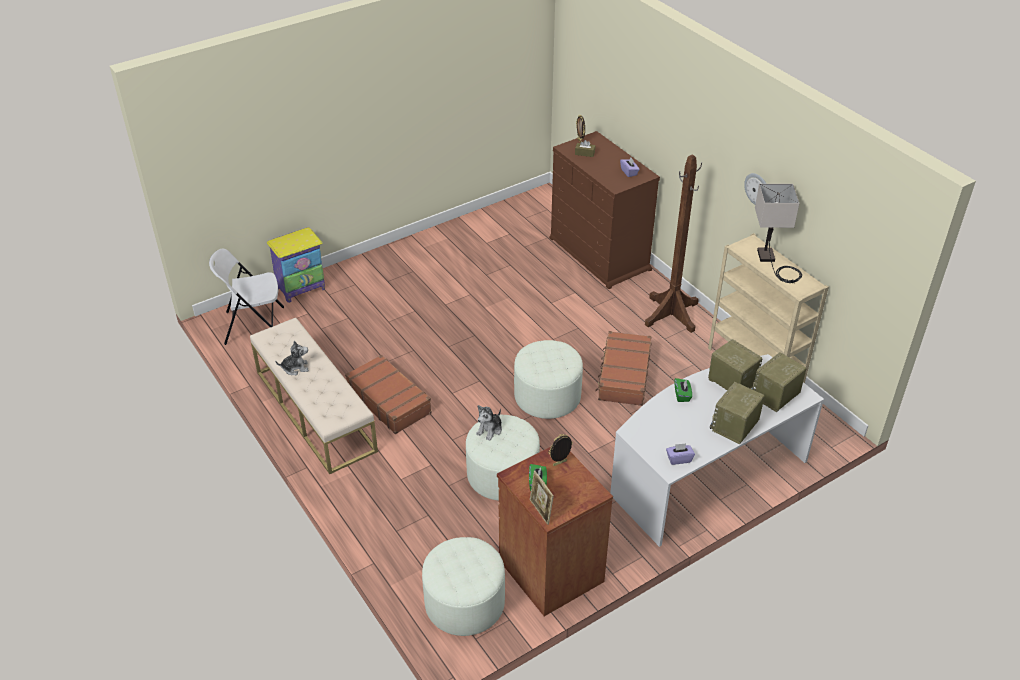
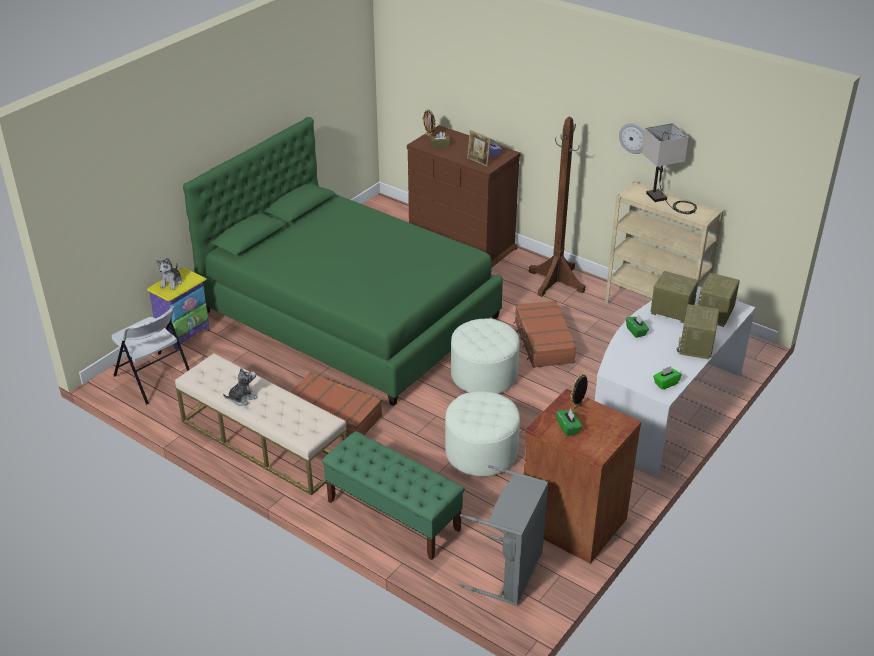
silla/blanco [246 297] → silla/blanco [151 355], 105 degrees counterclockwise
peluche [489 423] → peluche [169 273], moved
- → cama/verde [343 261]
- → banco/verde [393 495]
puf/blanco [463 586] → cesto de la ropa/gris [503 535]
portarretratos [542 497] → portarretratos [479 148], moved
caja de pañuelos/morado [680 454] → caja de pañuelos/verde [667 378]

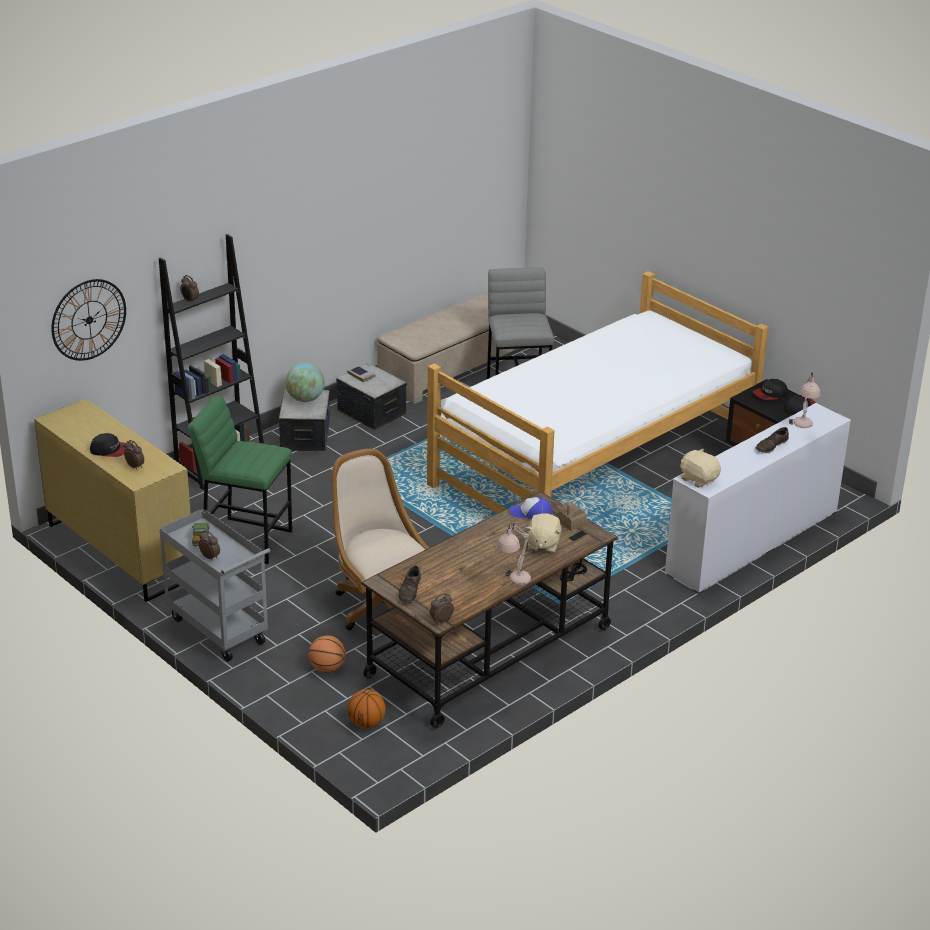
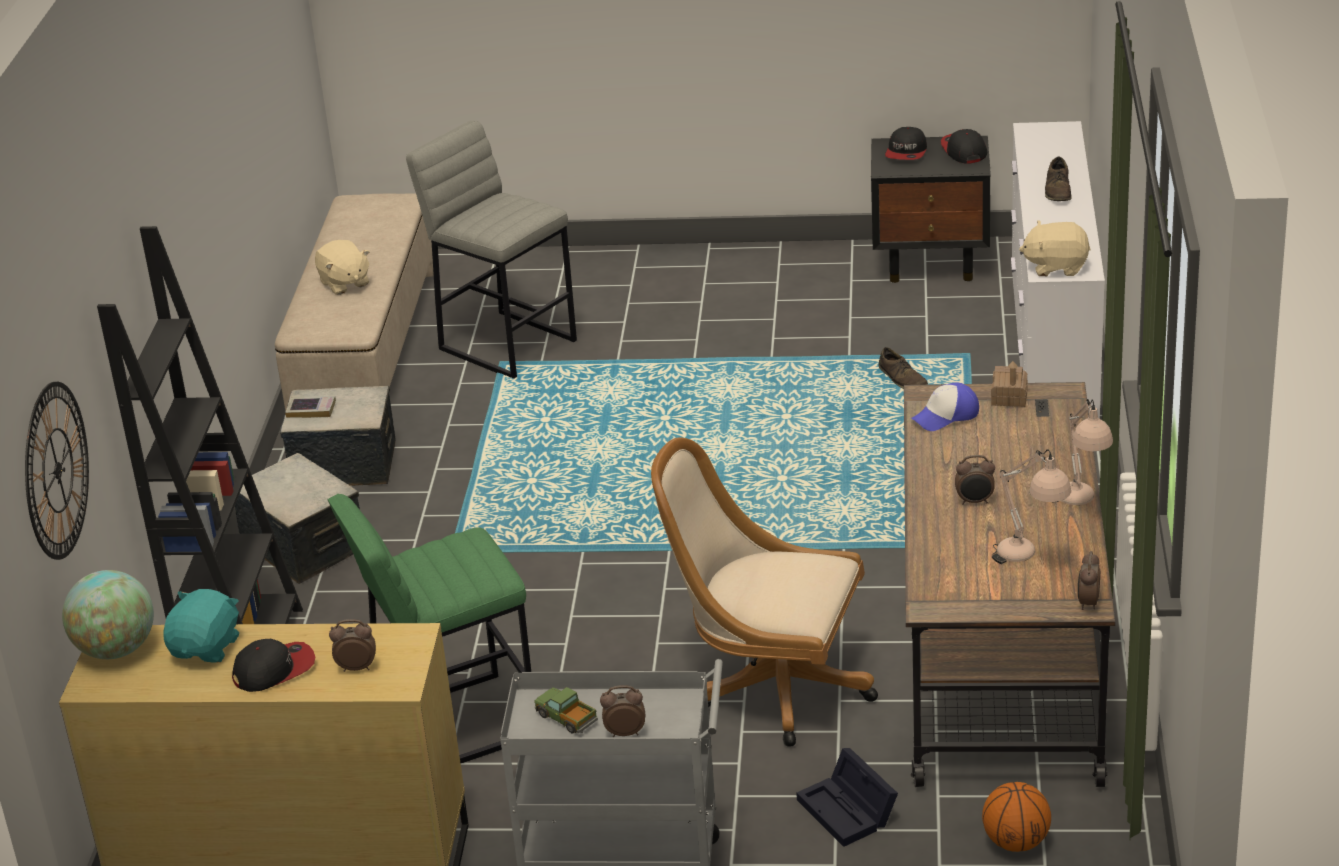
globo terráqueo [305 382] → globo terráqueo [108 614], moved
- → peluche/turquesa [201 626]
peluche/beis [543 533] → peluche/beis [342 267], moved
balón de baloncesto [327 654] → caja de almacenaje/negro [847 797]
zapato/marrón [409 584] → zapato/marrón [903 368], moved
despertador [189 289] → despertador [975 480], moved
lámpara de mesa/beis [804 400] → lámpara de mesa/beis [1031 506], moved
cama [598 392] → -

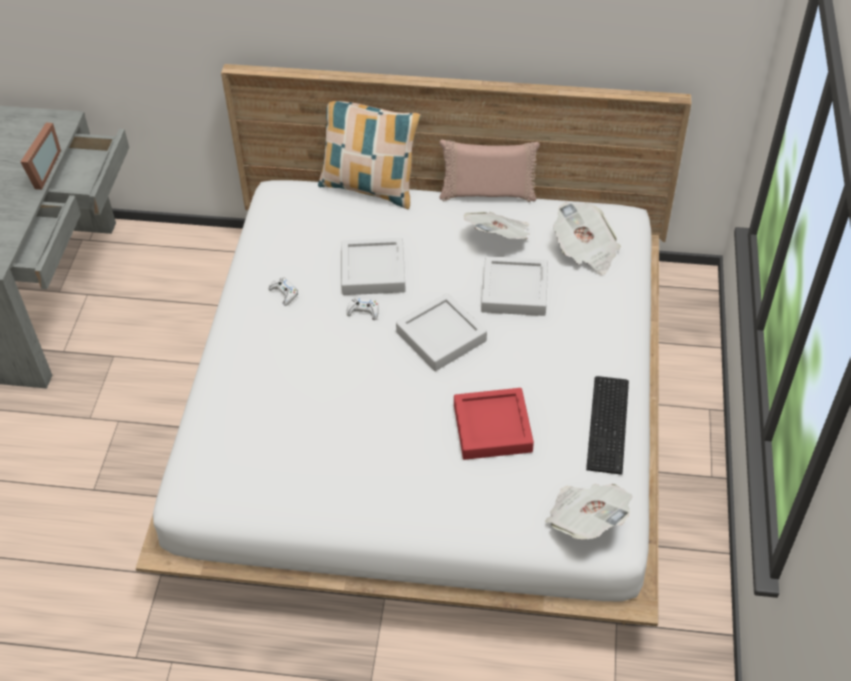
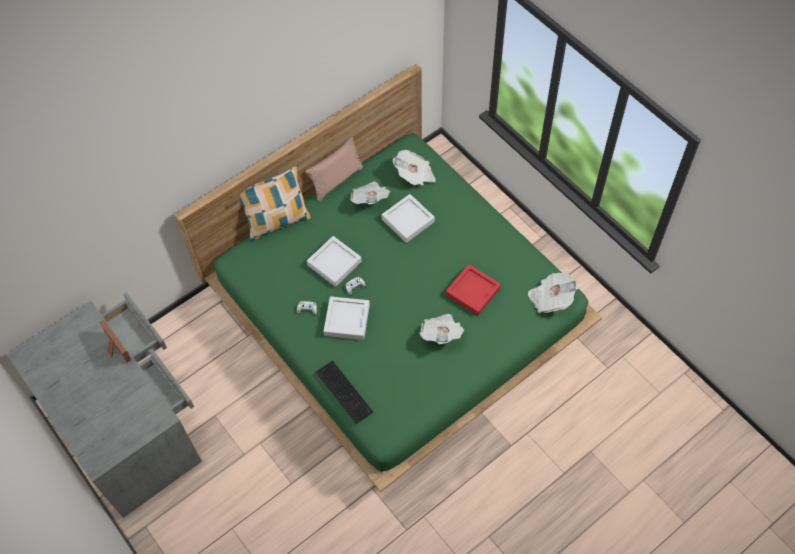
cama/blanco [413 345] → cama/verde [388 278]
teclado [607 425] → teclado [344 392], moved
bandeja/gris [441 332] → bandeja/gris [346 318], moved
- → periódico [441 329]

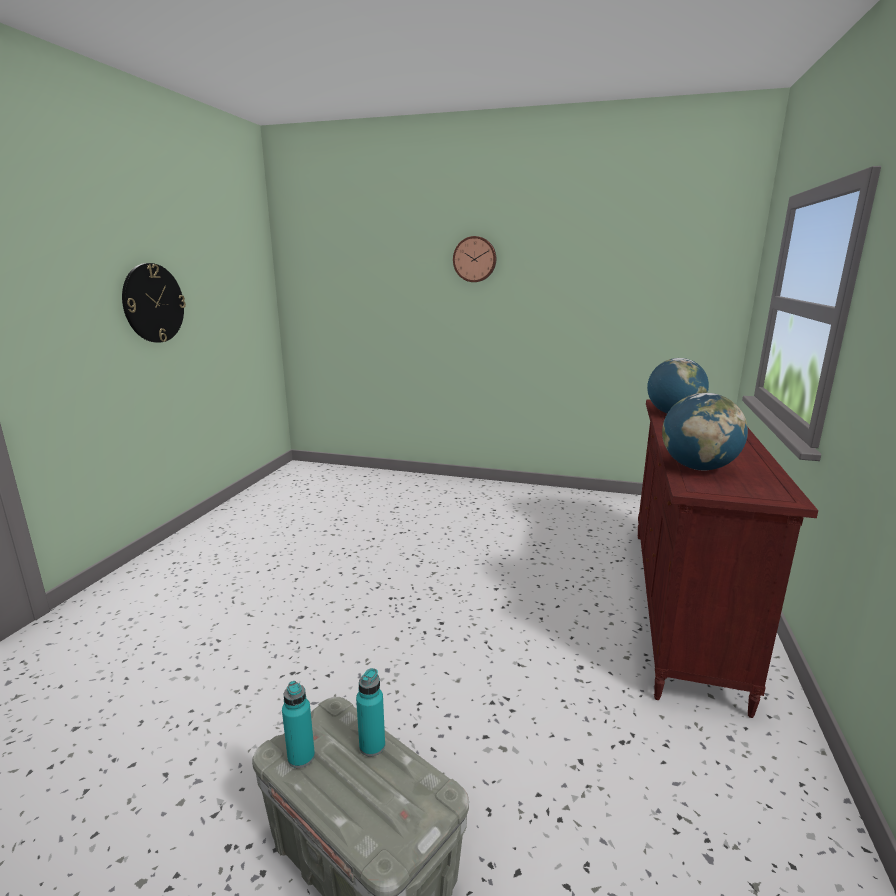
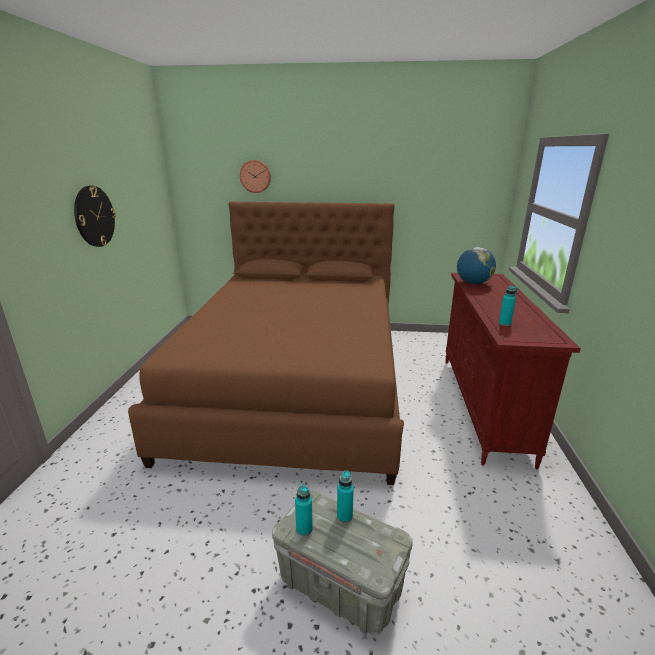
- → cama/marrón [266 343]
reloj de pared [474 259] → reloj de pared [255 176], moved
globo terráqueo [705 431] → botella/turquesa [508 306]

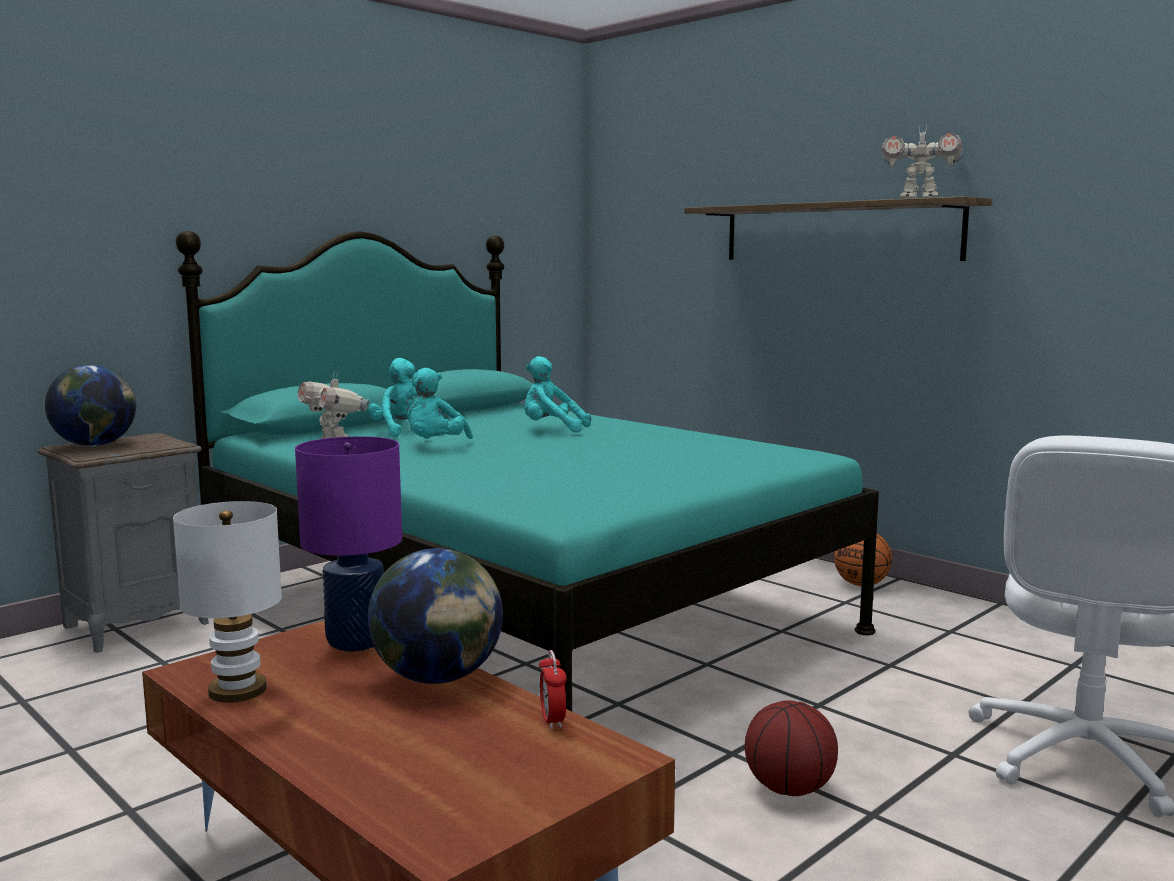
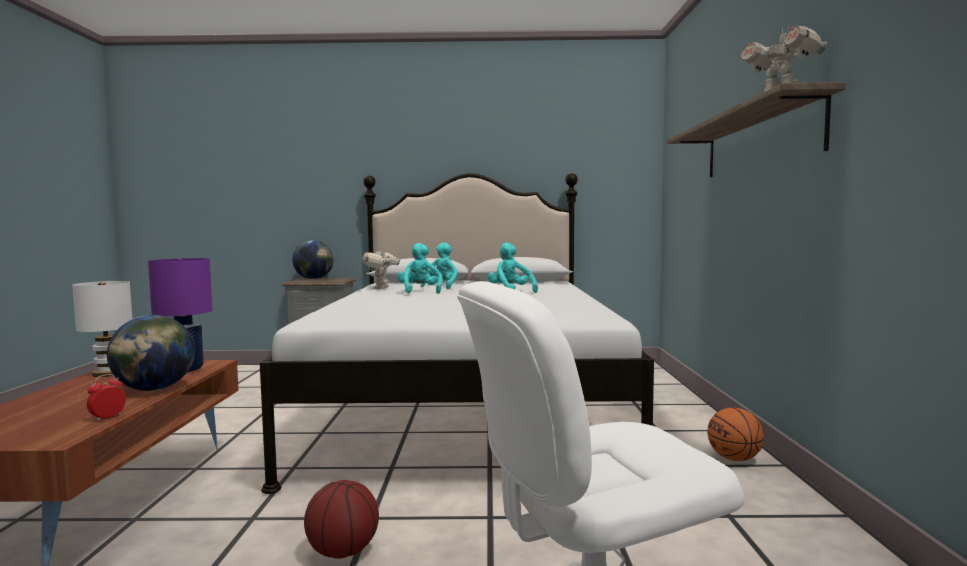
cama/turquesa [527 471] → cama/blanco [457 333]
peluche/turquesa [440 403] → peluche/turquesa [420 268], 105 degrees clockwise

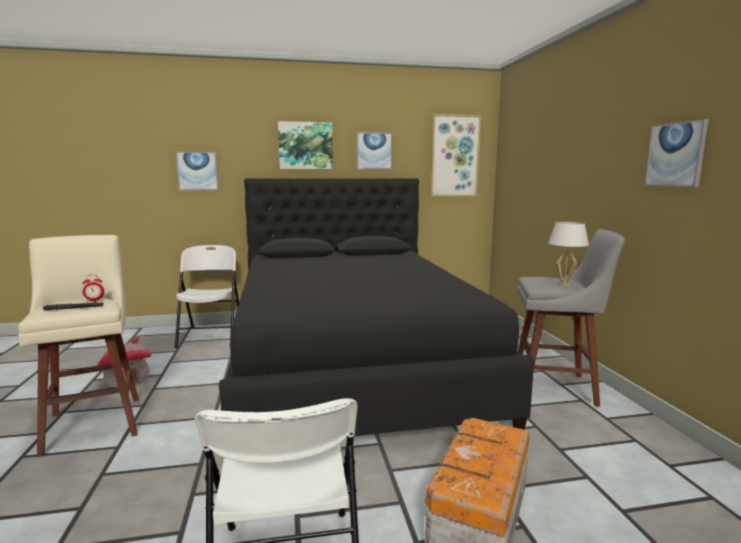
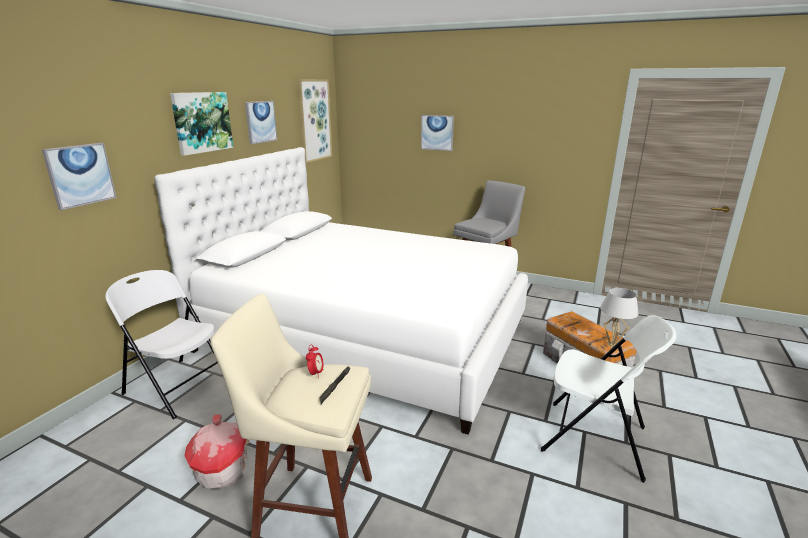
cama/negro [377 307] → cama/blanco [341 290]
cuadro [676 153] → cuadro [437 133], moved
lámpara de mesa/blanco [568 254] → lámpara de mesa/blanco [619 317], moved

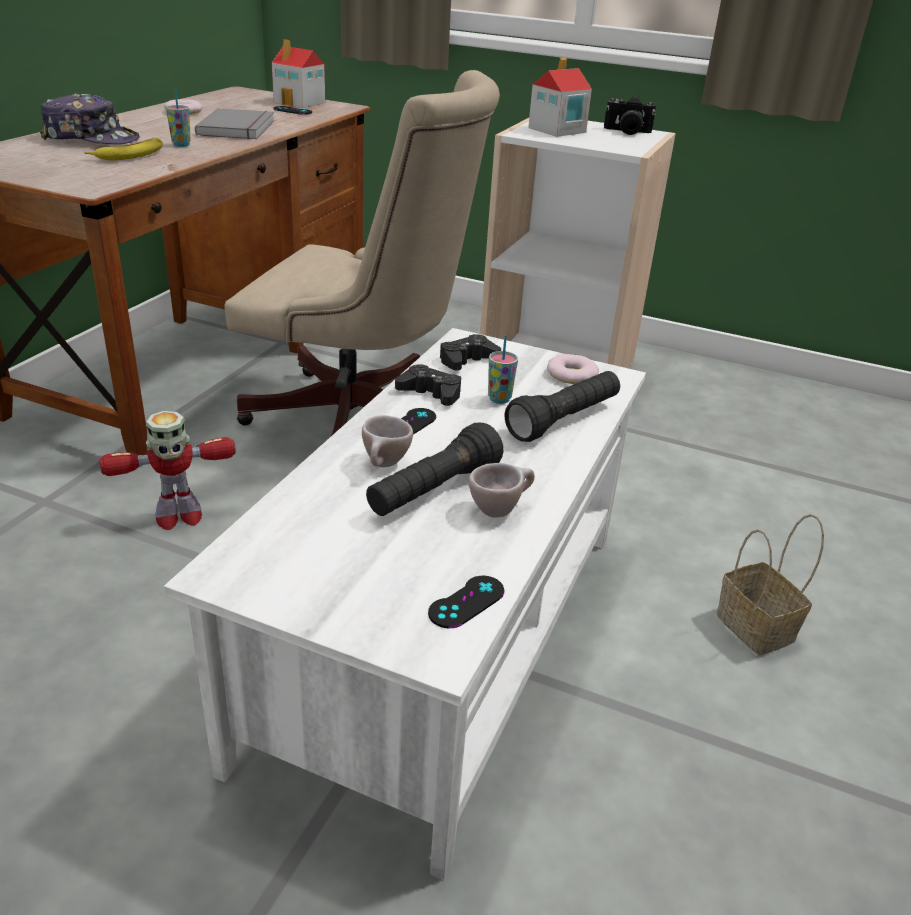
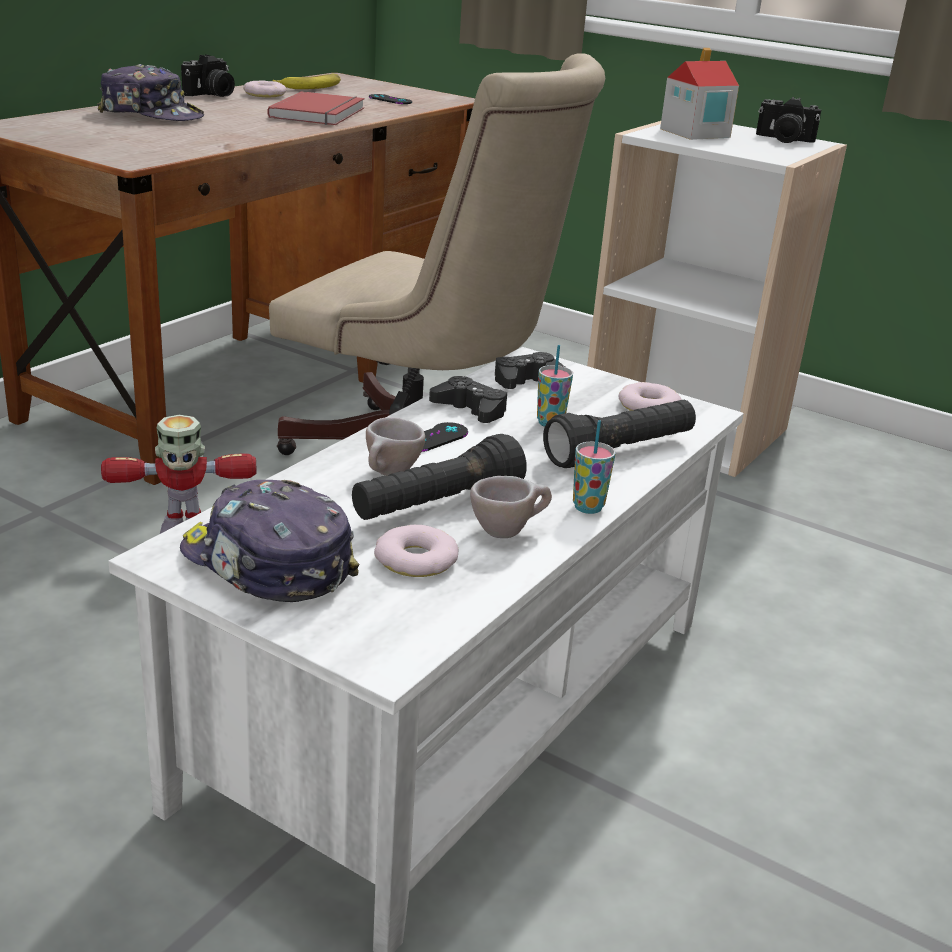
- → gorra [270 541]
- → cámara [208 75]
libro/gris [234 123] → libro/rojo [315 108]
plátano [123 148] → plátano [307 81], moved
- → rosquilla [416 551]
taza [178 117] → taza [594 467], moved
casita [298 73] → -
mando de consola/negro [466 602] → -
cesta [770 584] → -

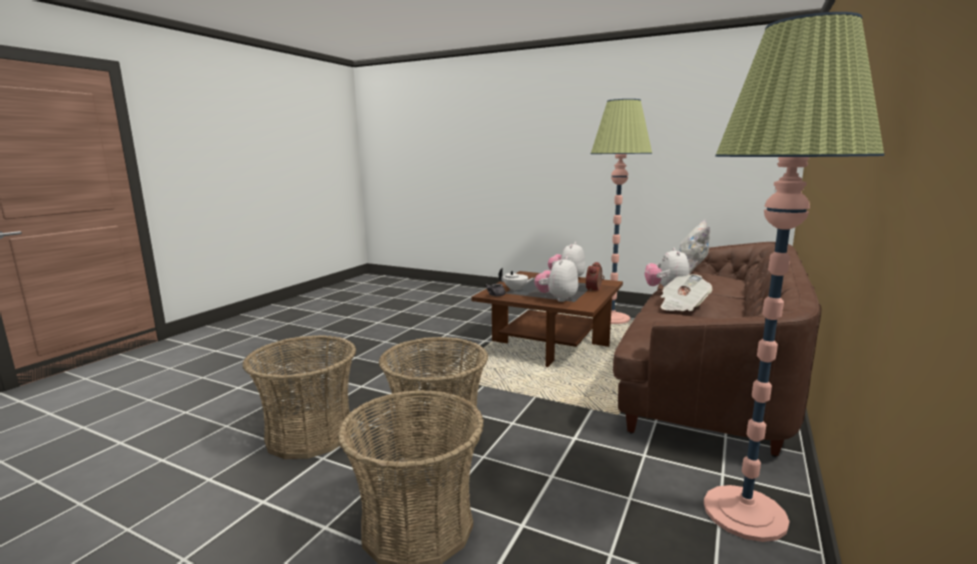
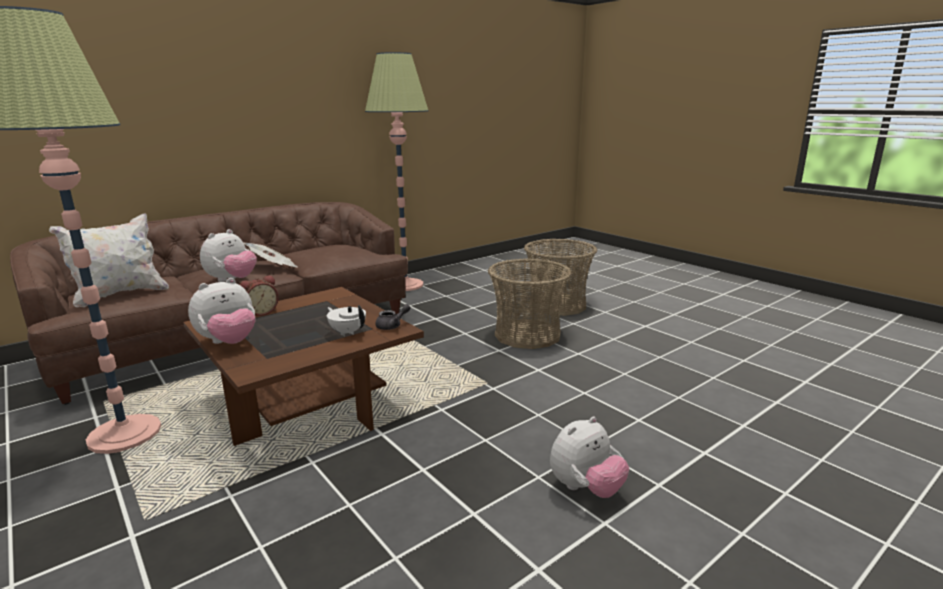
peluche [556 279] → peluche [589 457], moved
cesta [299 397] → -

